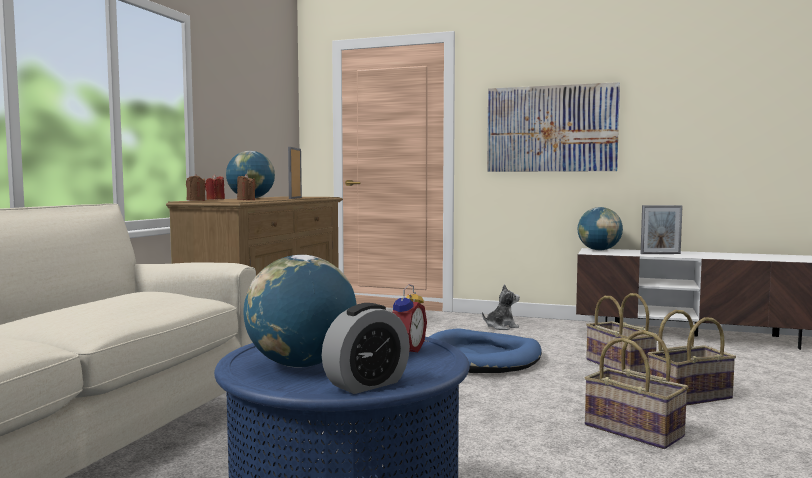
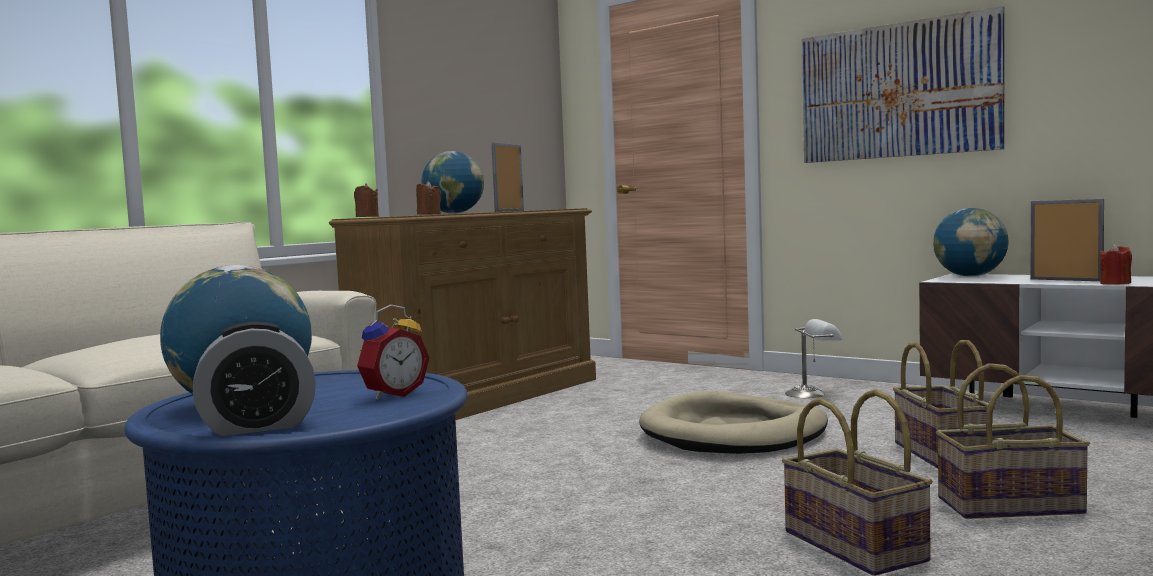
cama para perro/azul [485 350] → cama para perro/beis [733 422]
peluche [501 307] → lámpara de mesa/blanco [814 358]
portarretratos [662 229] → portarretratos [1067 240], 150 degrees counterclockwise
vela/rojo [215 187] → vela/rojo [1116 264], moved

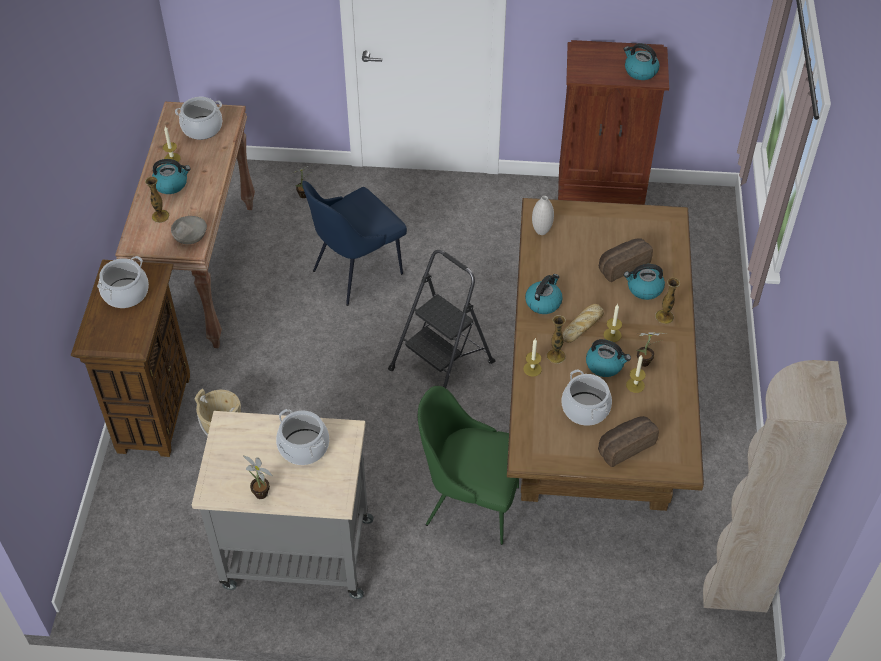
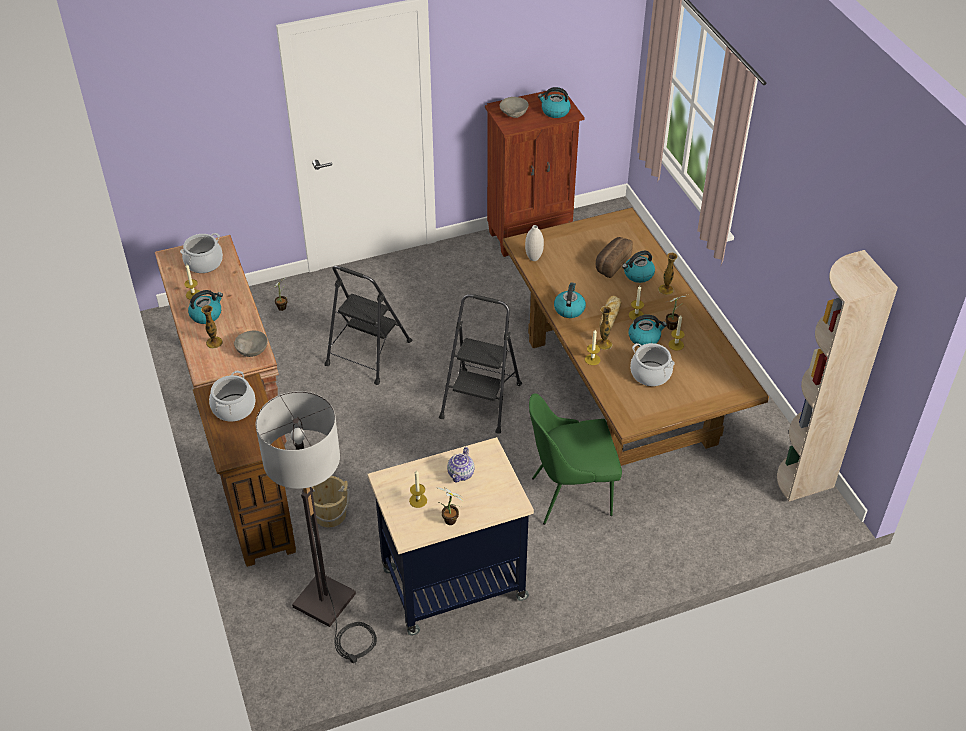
- → lámpara de pie [316 527]
silla/azul [354 243] → escalera de tijera/negro [368 325]
carrito/gris [283 505] → carrito/azul [451 536]
- → vela [418 489]
olla [302 437] → tetera [461 465]
- → cuenco/gris [514 107]
pan [628 441] → -

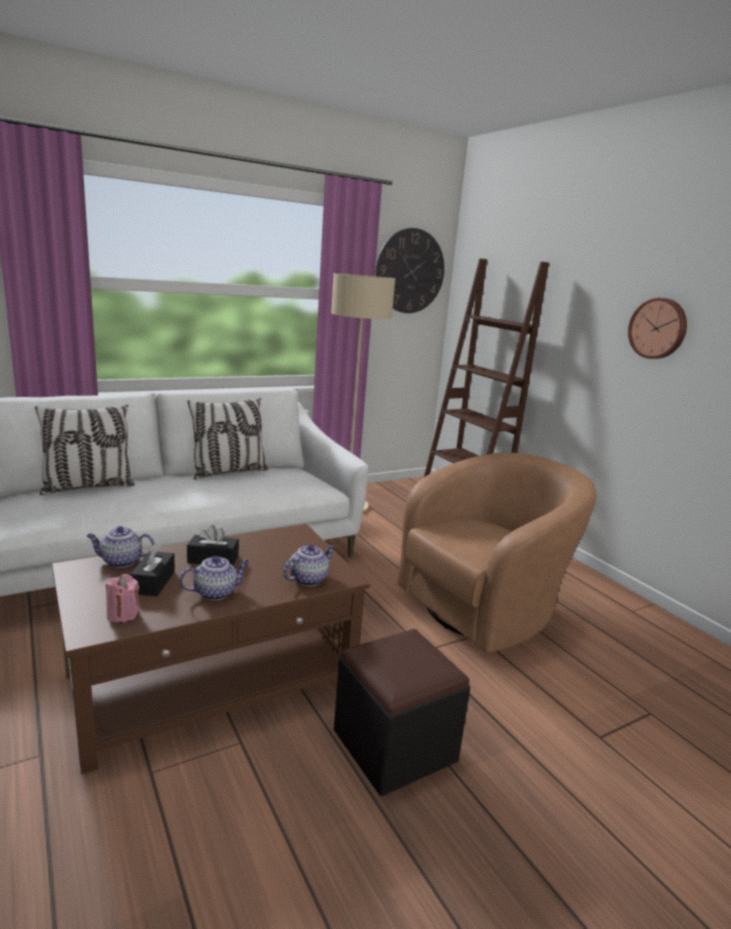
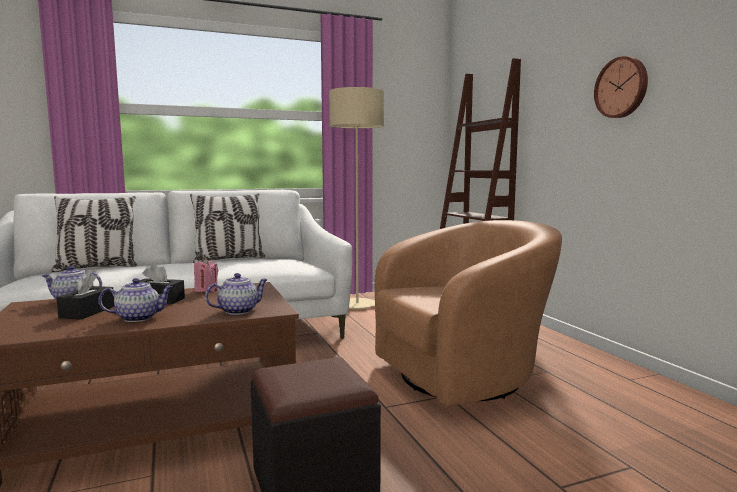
vela/rosa [122 598] → vela/rosa [206 275], moved
reloj de pared [410 270] → -

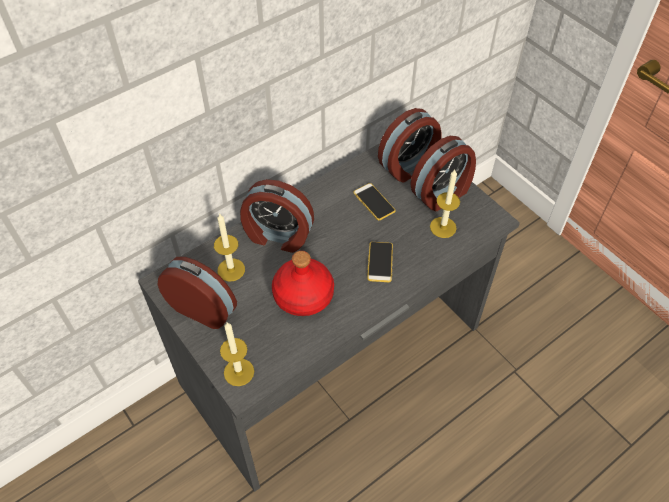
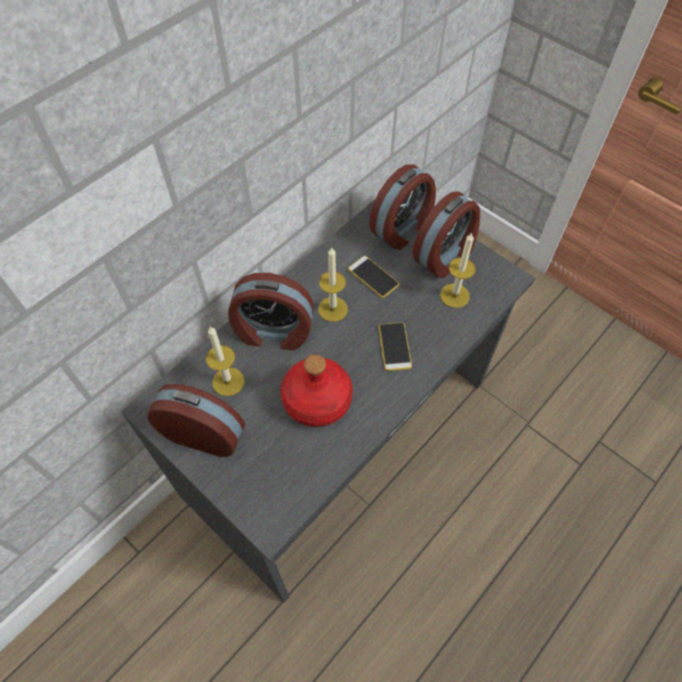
vela [237 354] → vela [333 285], moved

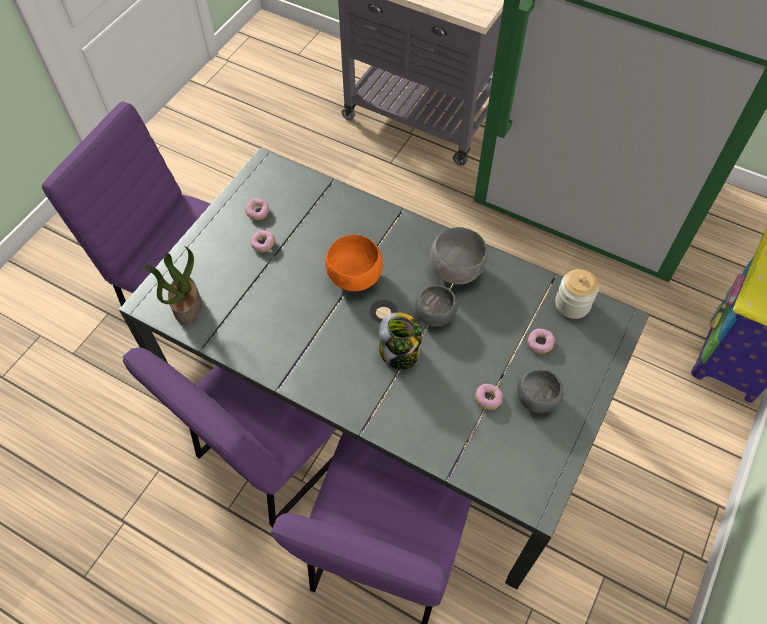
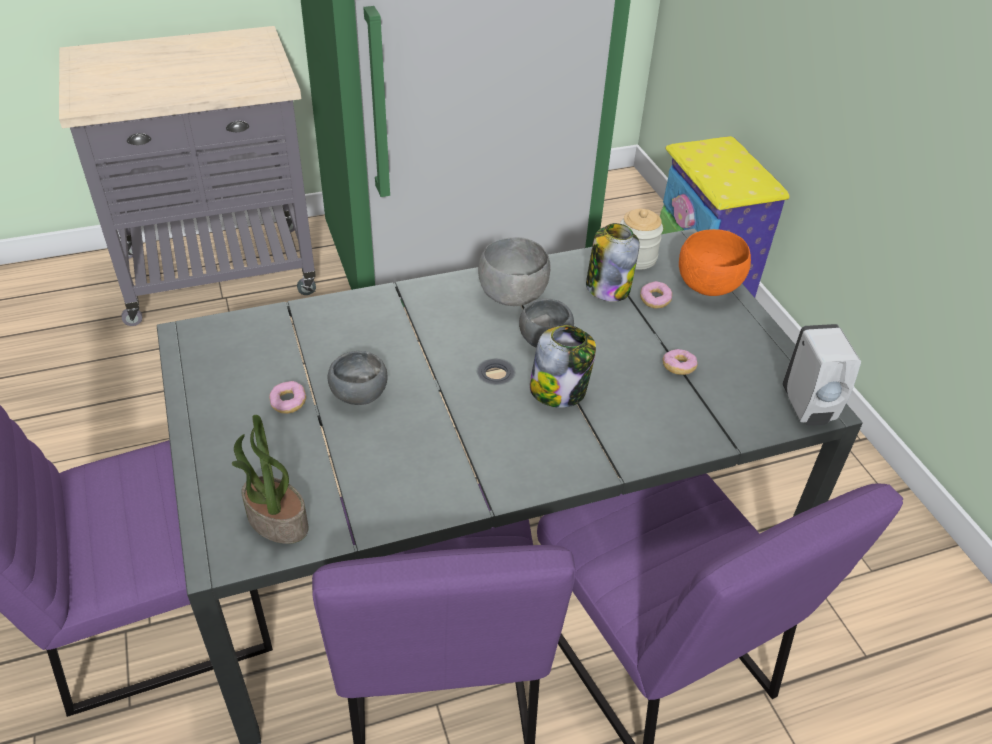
cuenco/gris [540 391] → cuenco/gris [357 378], moved
- → tarro [613 262]
cuenco/naranja [354 263] → cuenco/naranja [715 262], moved
- → dispensador de jabón/blanco [821 375]
rosquilla [257 209] → -

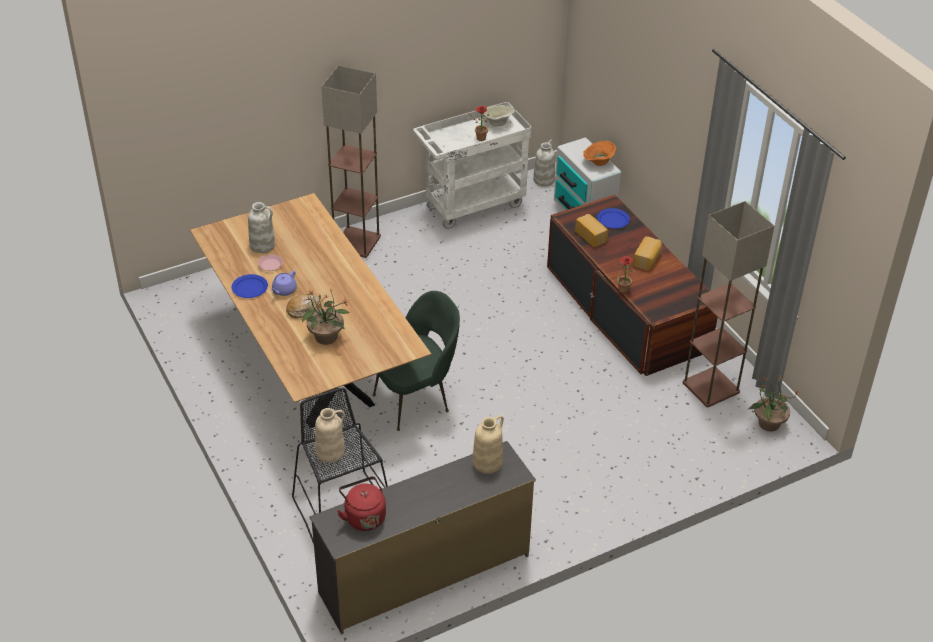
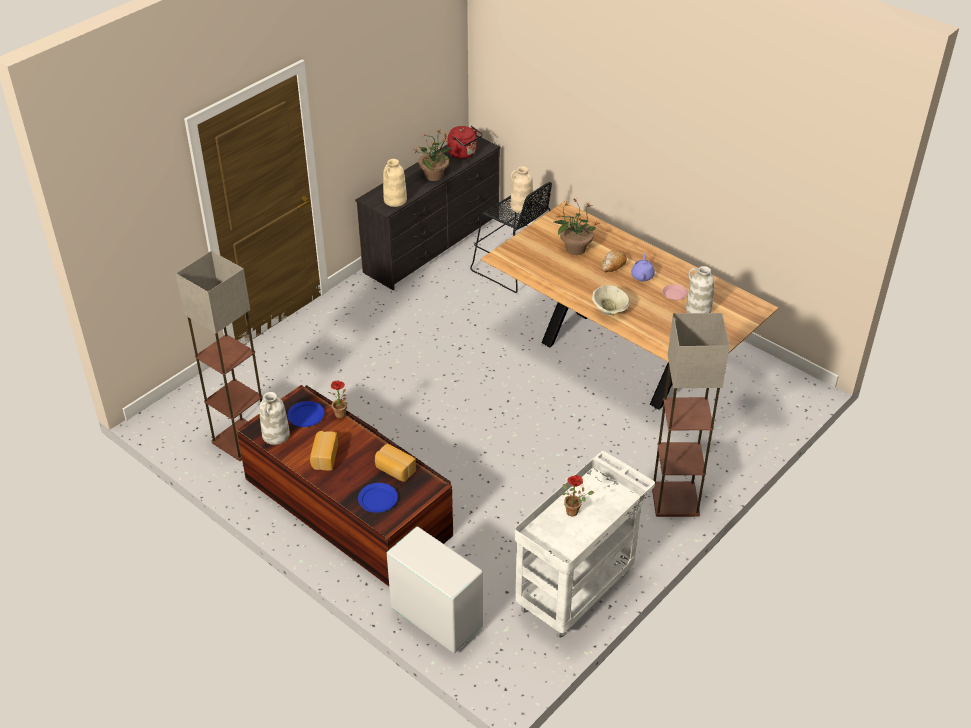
florero/blanco [544 162] → florero/blanco [274 418], moved
plato/azul [250 286] → plato/azul [306 414], moved
planta en maceta [774 404] → planta en maceta [434 155], moved
cuenco/beis [498 115] → cuenco/beis [611 300], moved
silla/verde [416 361] → -
cuenco/naranja [599 153] → -

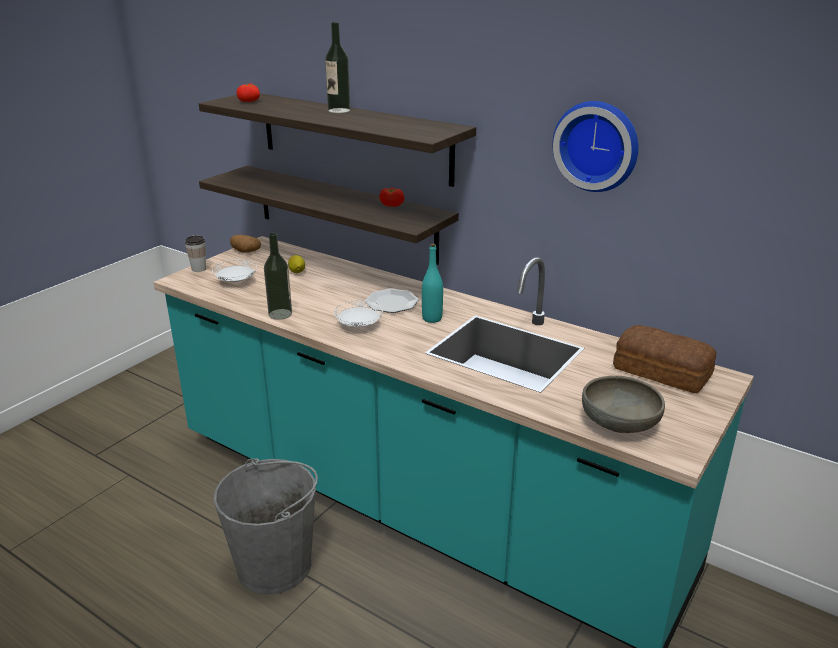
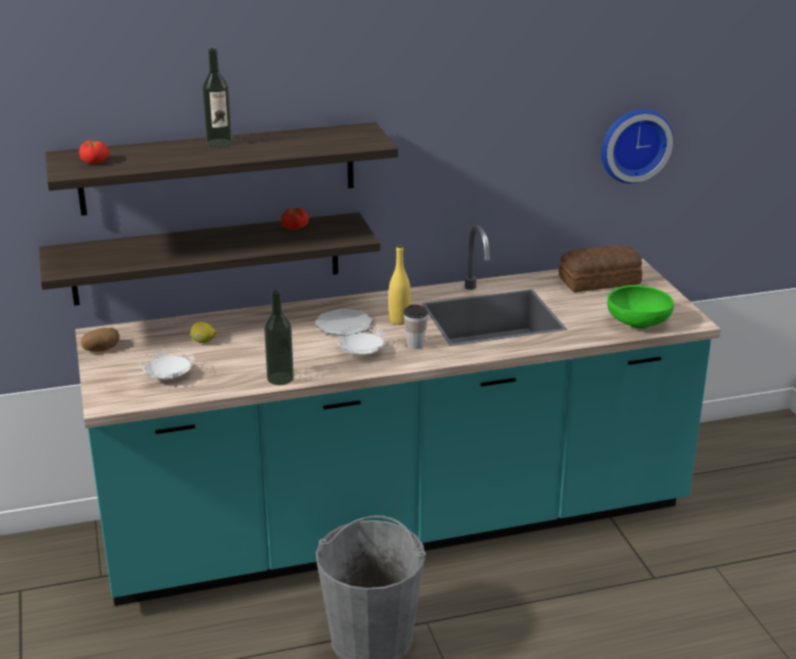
botella/turquesa [432 283] → botella/amarillo [400 284]
taza [195 253] → taza [416 327], moved
reloj de pared [595 146] → reloj de pared [637 146], moved
cuenco/gris [623 404] → cuenco/verde [640 307]

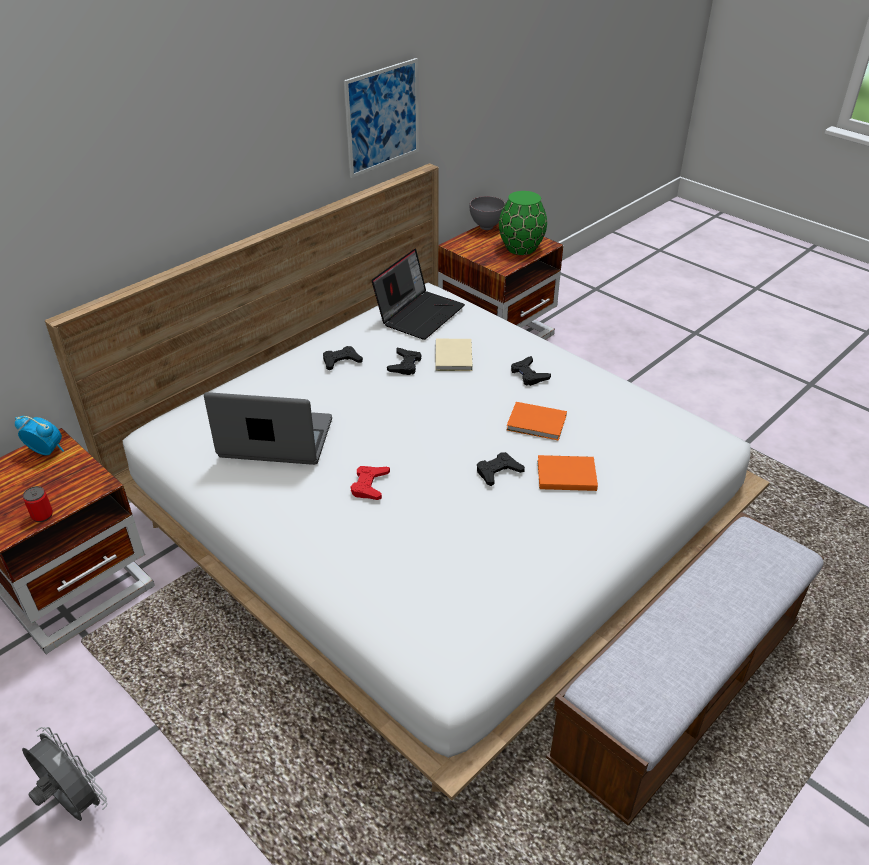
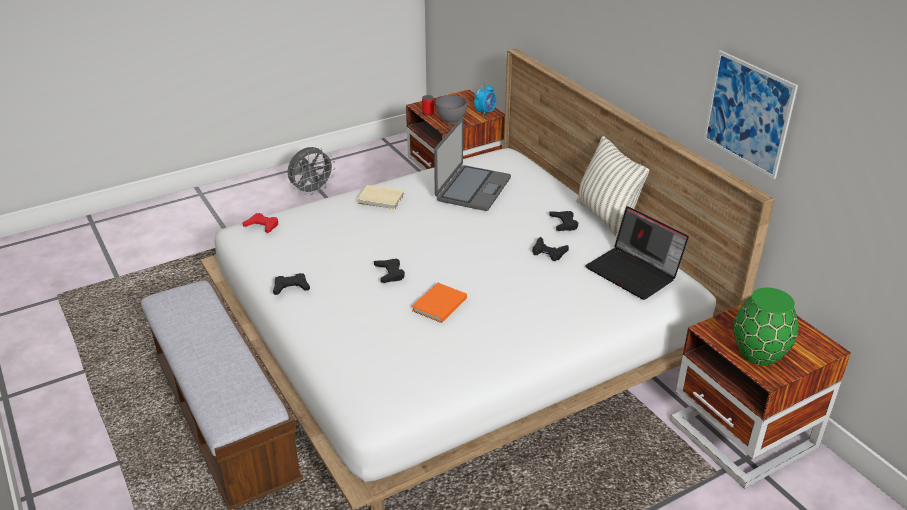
mando de consola/rojo [370 483] → mando de consola/rojo [260 223], moved
mando de consola/negro [531 371] → mando de consola/negro [291 284], moved
libro/beis [454 355] → libro/beis [380 197], moved
cuenco/gris [488 213] → cuenco/gris [451 110], moved
- → cojín [612 186]
libro/naranja [567 473] → -

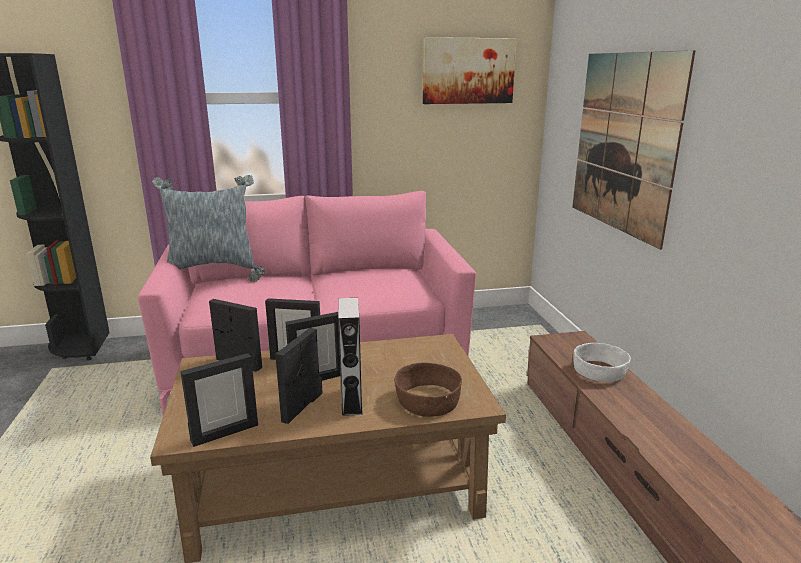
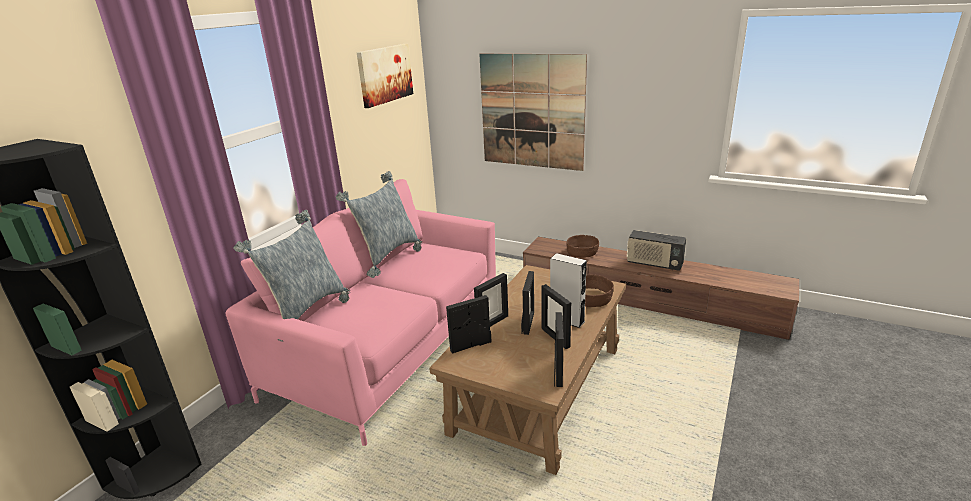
- → cojín [378 224]
cuenco/blanco [602 362] → cuenco/marrón [582 246]
- → radio [656 250]

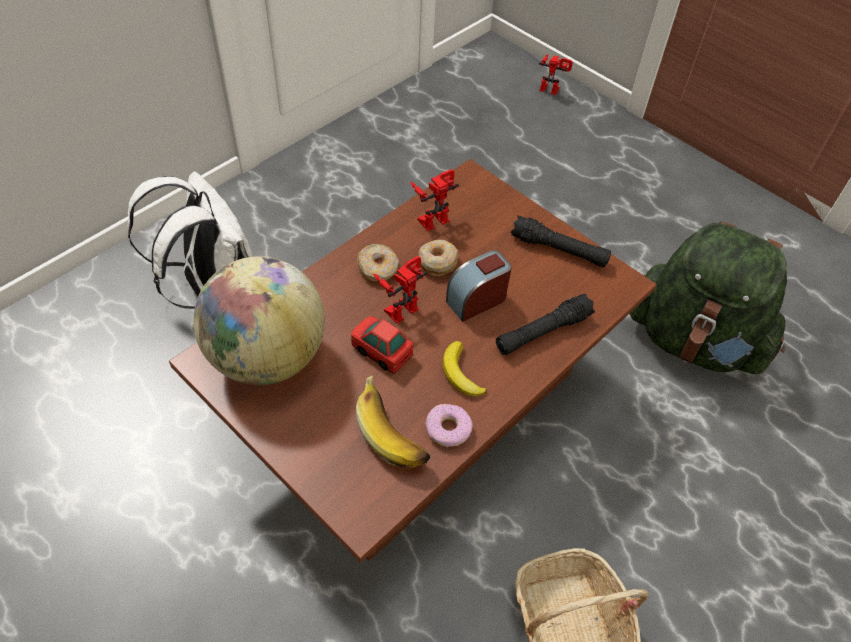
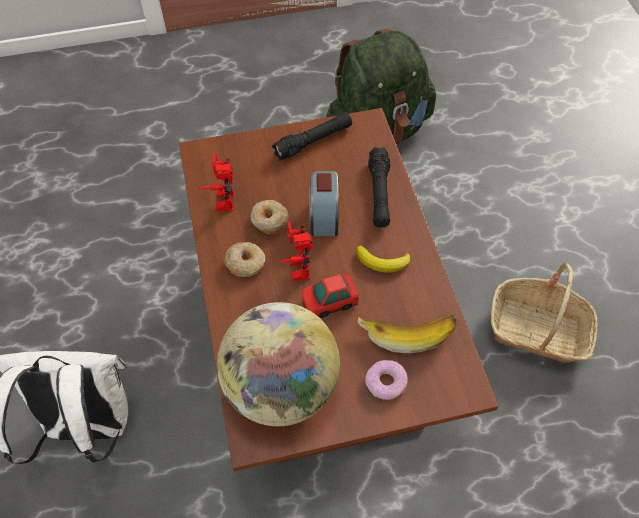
rosquilla [449 425] → rosquilla [386 380], moved
robot de juguete [556 74] → -

